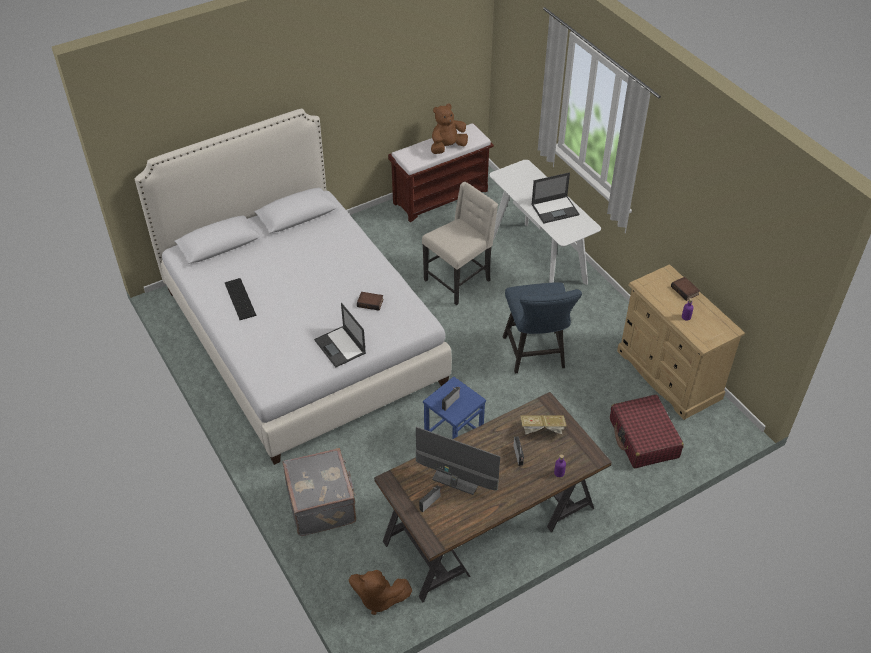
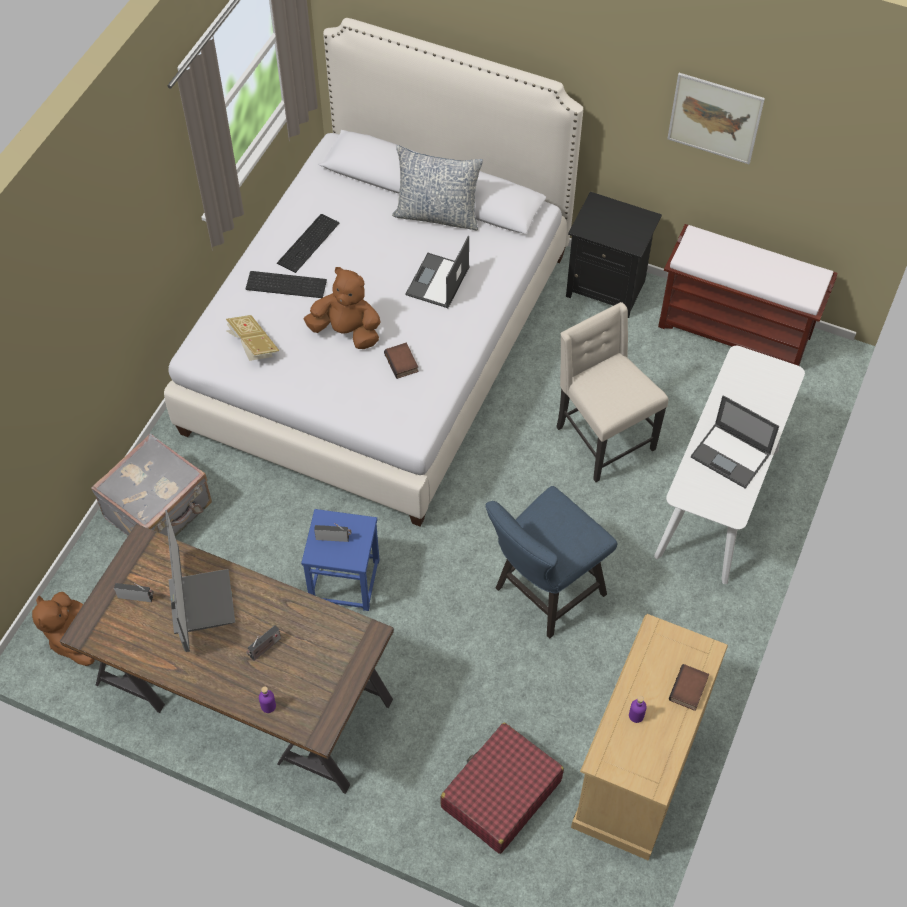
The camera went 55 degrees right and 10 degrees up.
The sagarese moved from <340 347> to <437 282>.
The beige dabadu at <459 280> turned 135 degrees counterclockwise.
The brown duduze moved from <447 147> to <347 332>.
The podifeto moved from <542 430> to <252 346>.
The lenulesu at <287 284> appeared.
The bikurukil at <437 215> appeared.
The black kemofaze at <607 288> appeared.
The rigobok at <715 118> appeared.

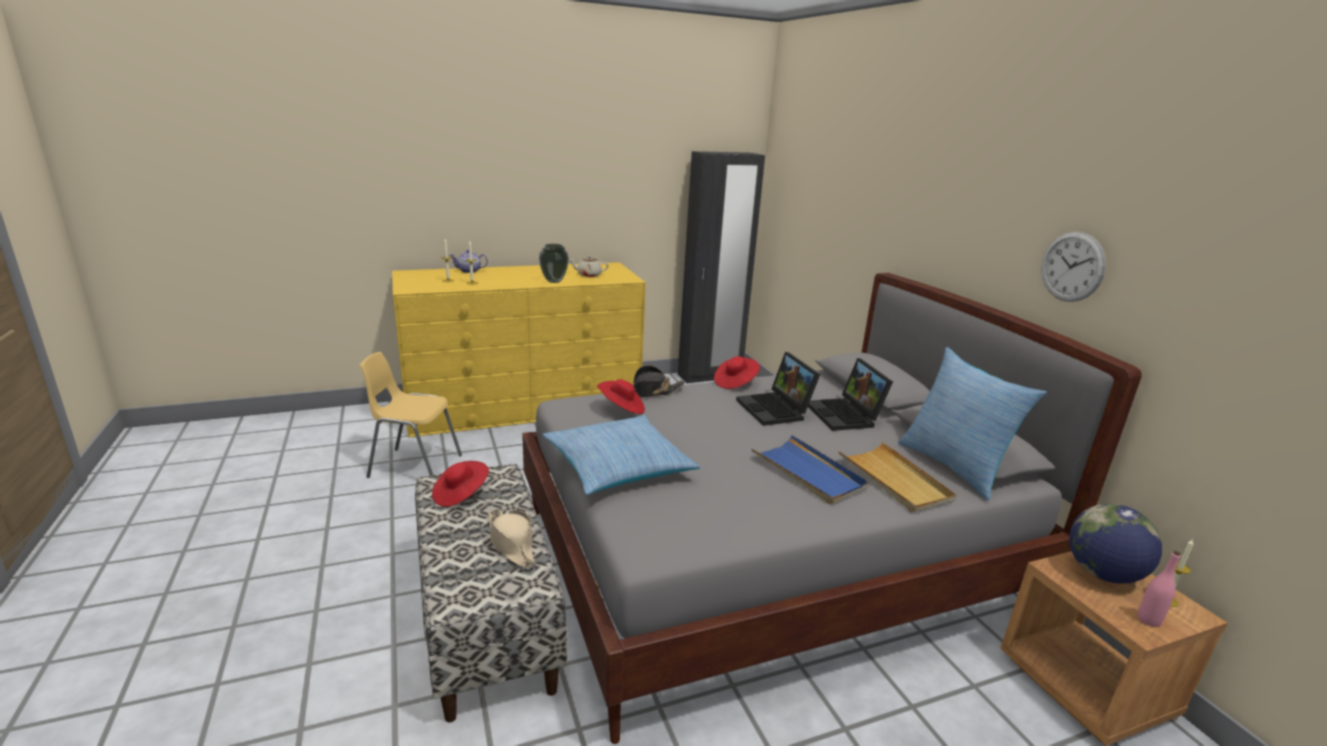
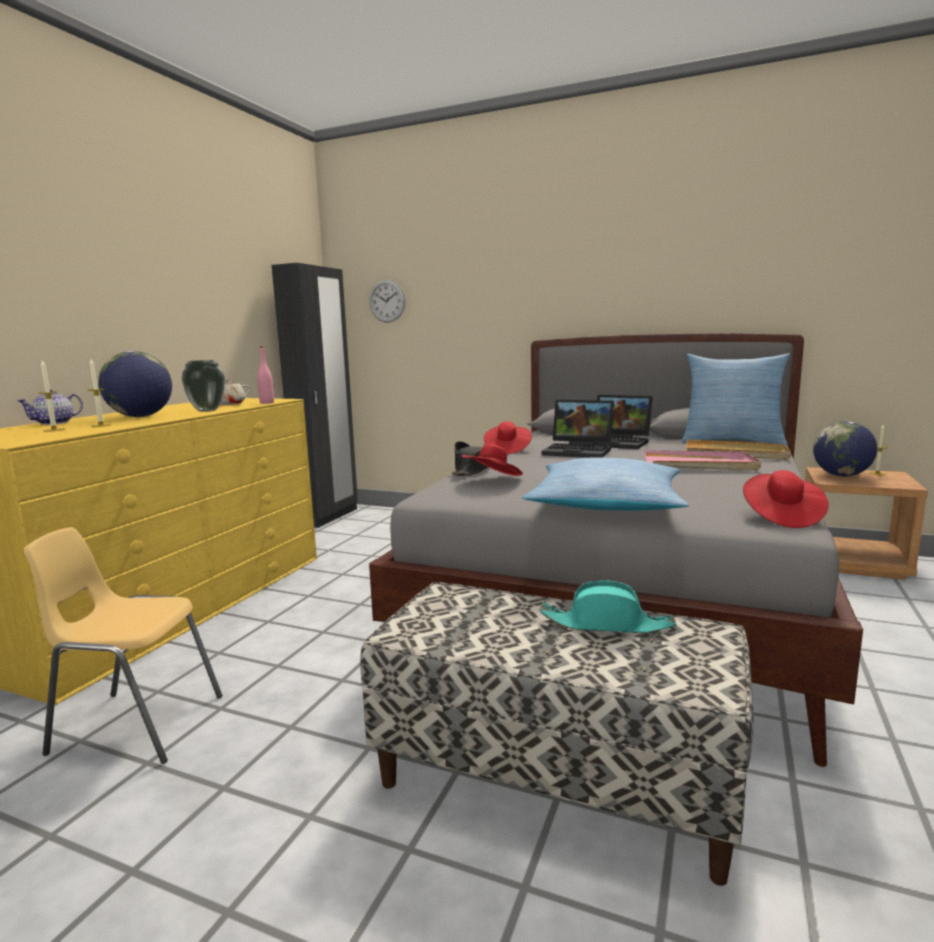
The camera went 45 degrees left and 10 degrees down.
The yellow dabadu at <414 466> turned 45 degrees clockwise.
The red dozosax moved from <460 494> to <781 517>.
The beige dozosax at <511 543> became the turquoise dozosax at <607 624>.
The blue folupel at <808 472> became the pink folupel at <700 465>.
The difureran moved from <1072 267> to <387 301>.
The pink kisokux moved from <1148 620> to <267 403>.
The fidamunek at <140 416> appeared.

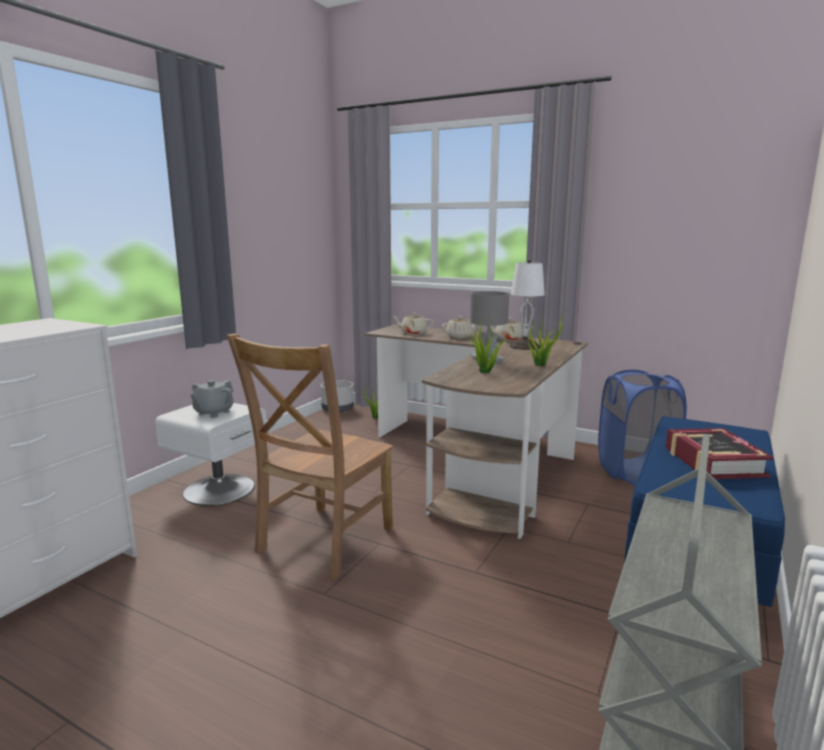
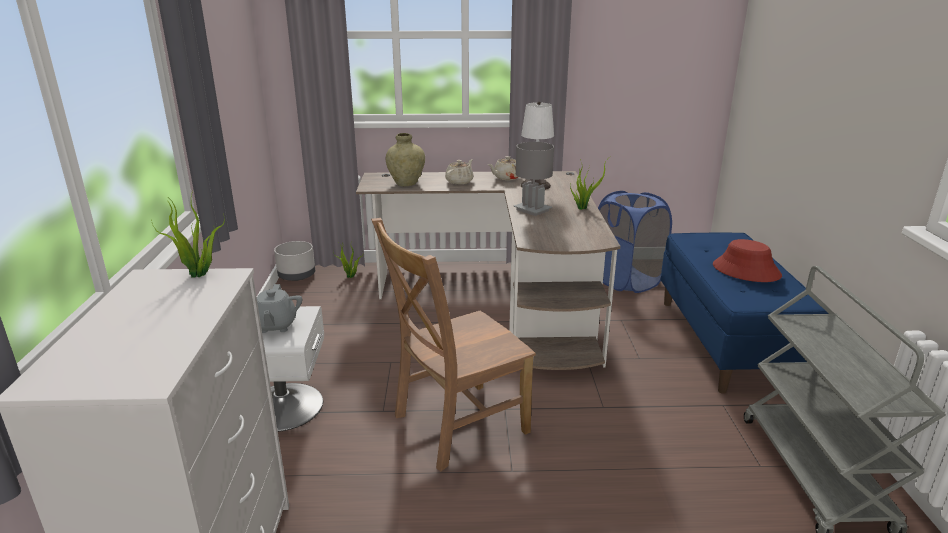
The camera went 30 degrees left and 10 degrees up.
The brown dabadu at <322 542> turned 60 degrees clockwise.
The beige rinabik at <413 333> was replaced by the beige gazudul at <406 183>.
The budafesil moved from <485 372> to <199 275>.
The podifeto at <713 462> was replaced by the red dozosax at <746 271>.

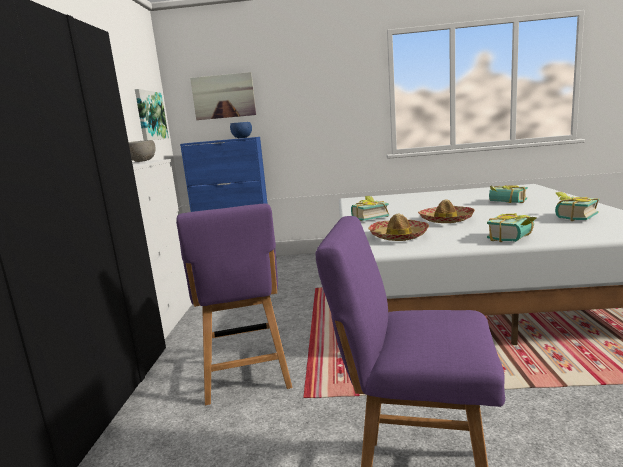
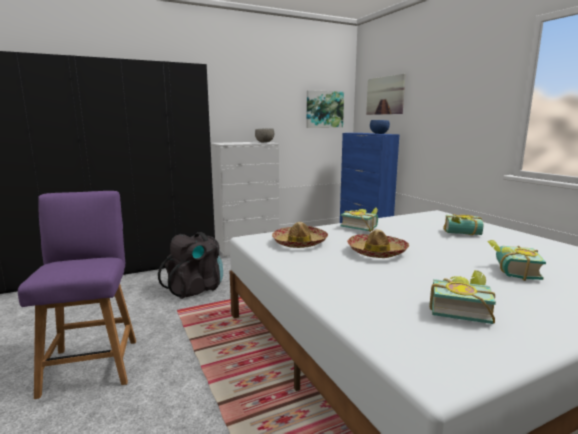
The camera went 60 degrees right and 0 degrees up.
The purple dabadu at <246 377> was replaced by the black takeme at <195 288>.
The podifeto moved from <515 238> to <462 234>.

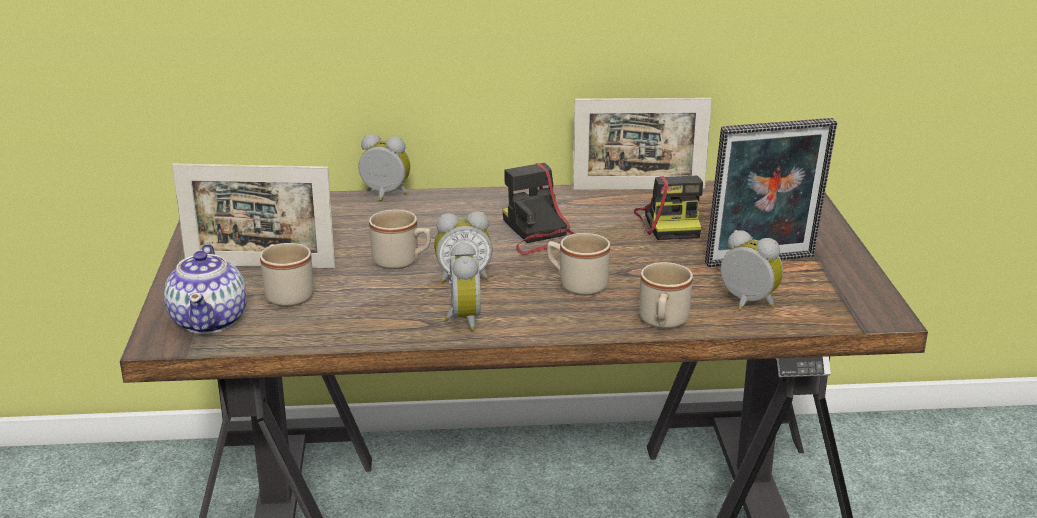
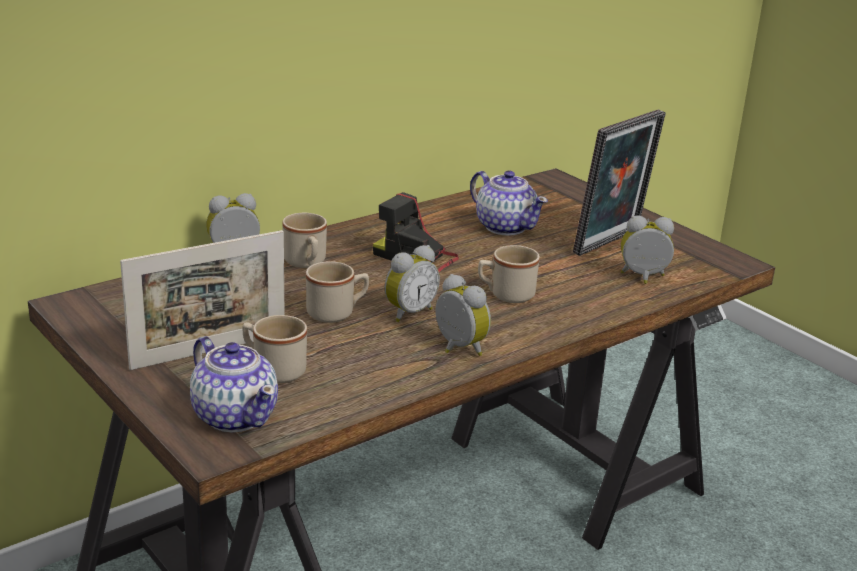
The camera went 35 degrees left and 0 degrees up.
The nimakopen at <638 189> disappeared.
The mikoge at <670 223> was replaced by the rinabik at <505 226>.
The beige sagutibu moved from <662 323> to <306 263>.

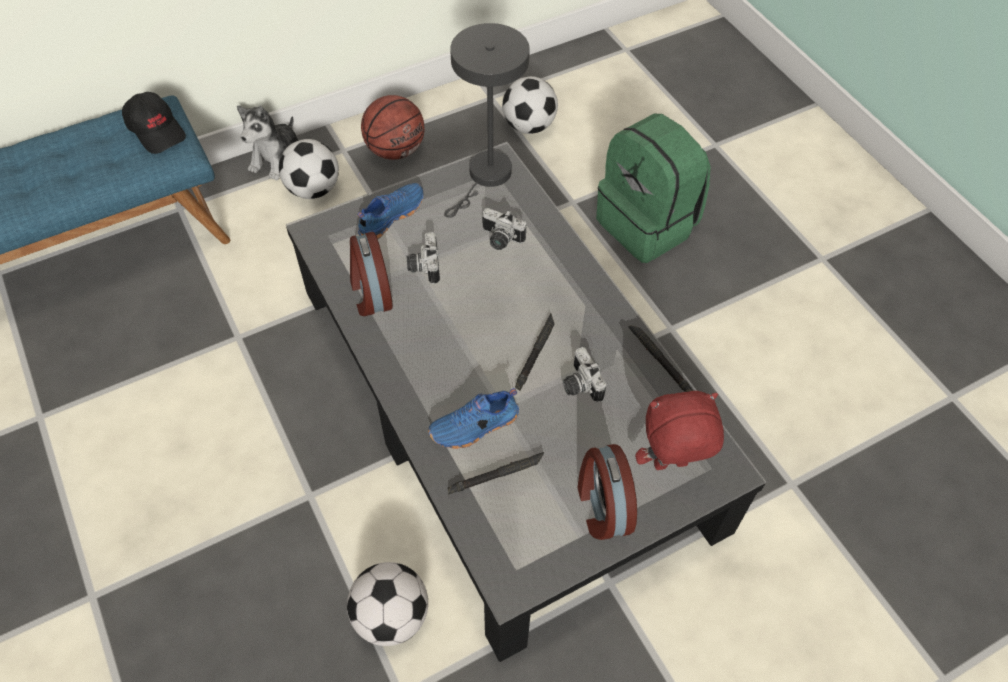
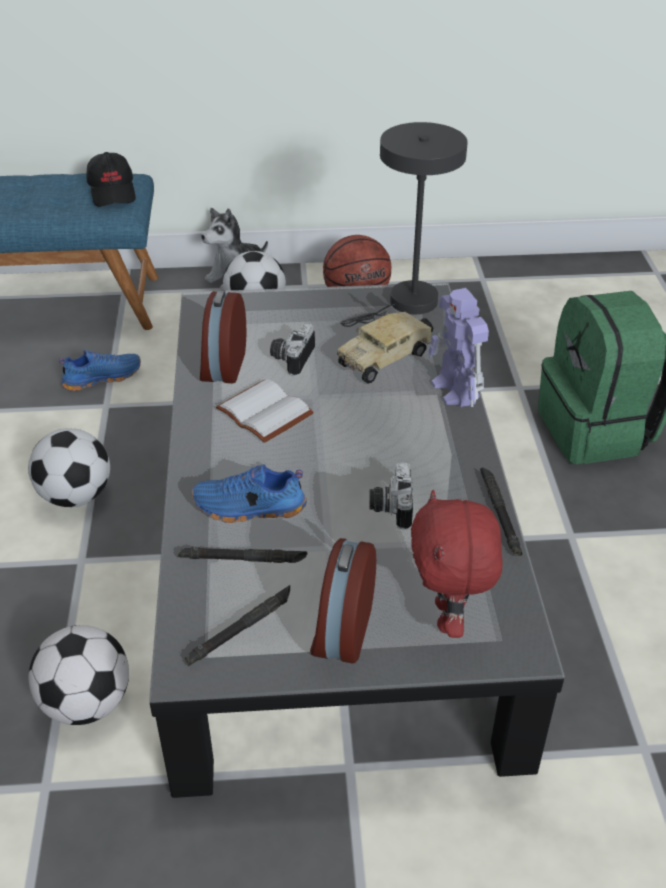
The camera went 25 degrees right and 15 degrees down.
The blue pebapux moved from <390 216> to <102 377>.
The mikoge at <500 240> was replaced by the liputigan at <386 358>.
The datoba moved from <529 126> to <76 496>.
The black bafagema moved from <535 354> to <241 628>.
The red duduze at <670 466> turned 105 degrees counterclockwise.
The white podifeto at <262 413> appeared.
The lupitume at <455 391> appeared.

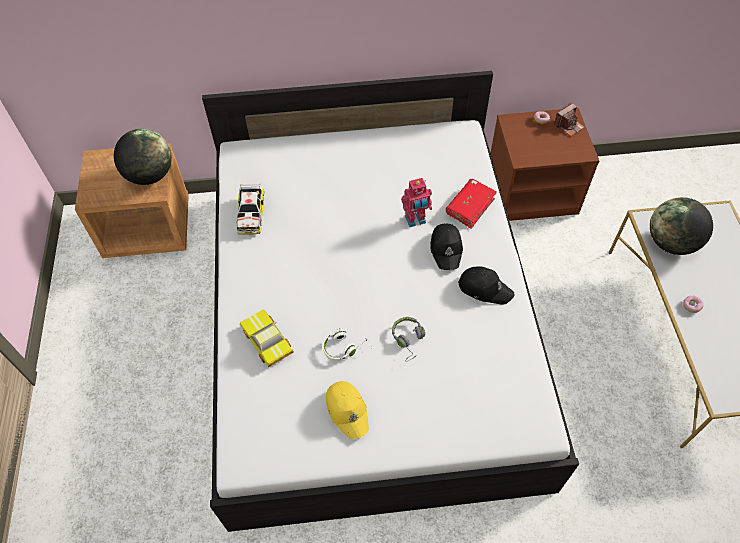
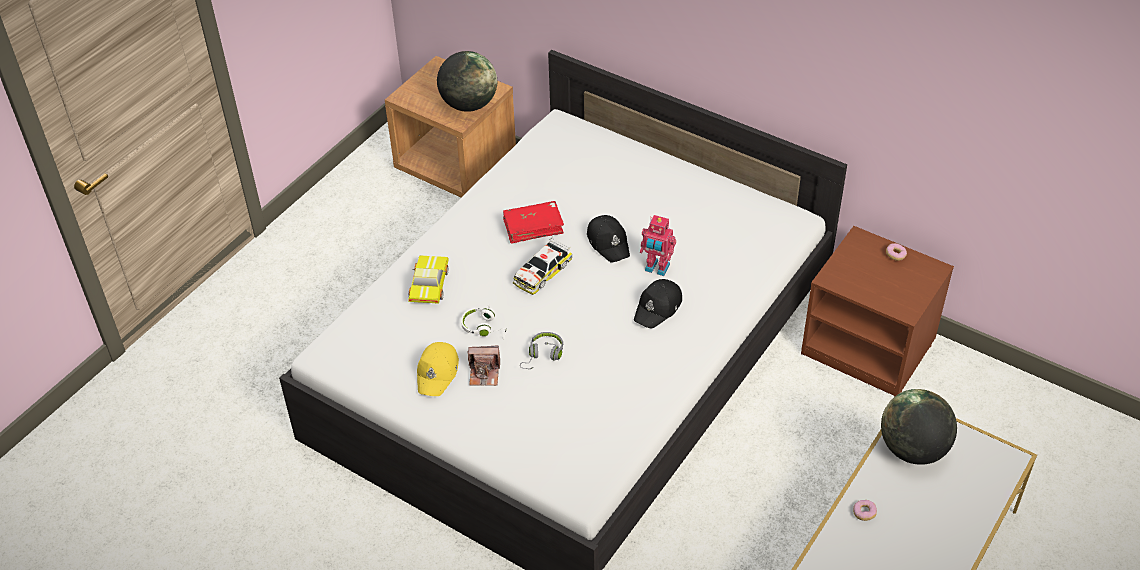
The camera went 40 degrees right and 10 degrees down.
The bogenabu moved from <251 213> to <542 272>.
The red podifeto moved from <470 207> to <533 227>.
The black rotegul moved from <484 288> to <609 242>.
The mikoge moved from <568 126> to <484 373>.

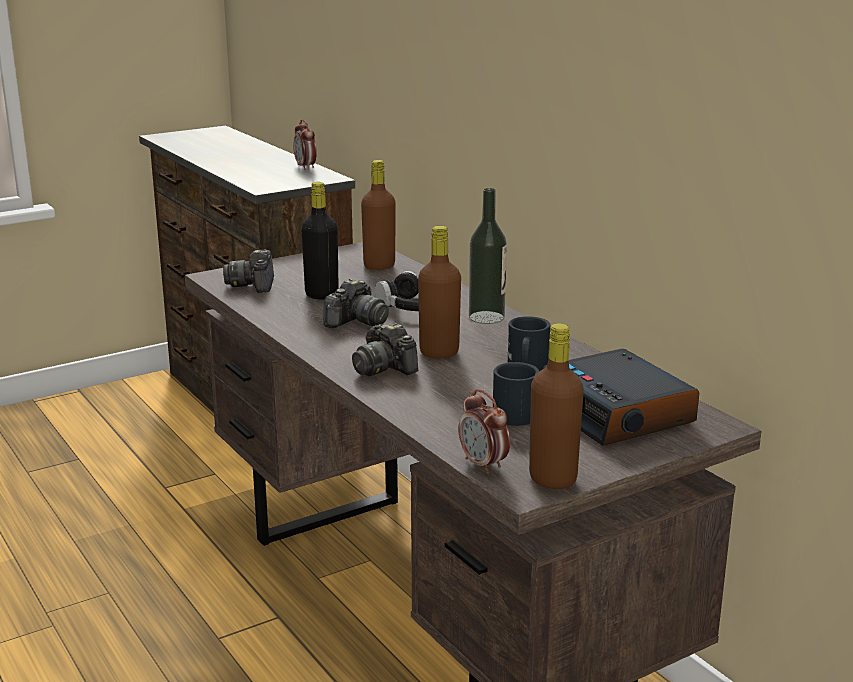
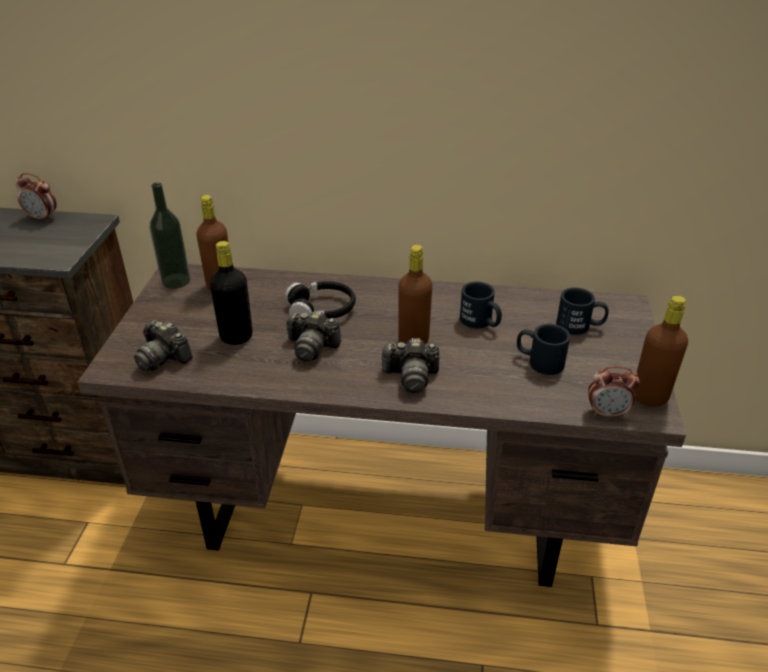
The camera went 50 degrees left and 15 degrees up.
The mikoge at <356 322> turned 120 degrees clockwise.
The kisokux moved from <486 317> to <176 281>.
The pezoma at <617 413> was replaced by the black sagutibu at <580 326>.

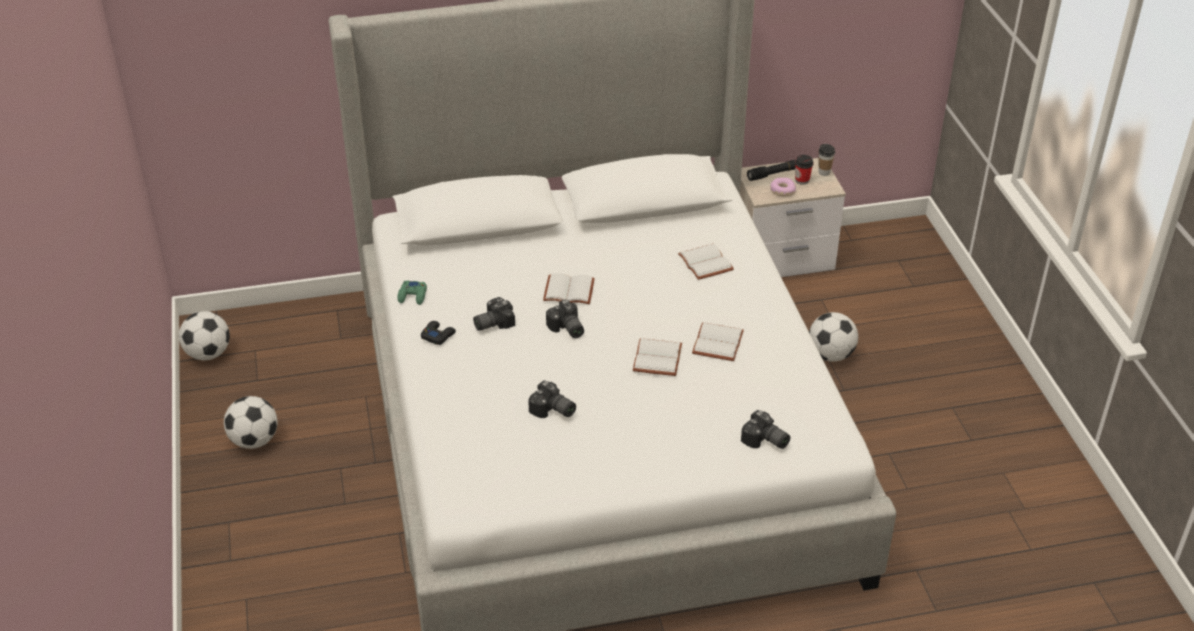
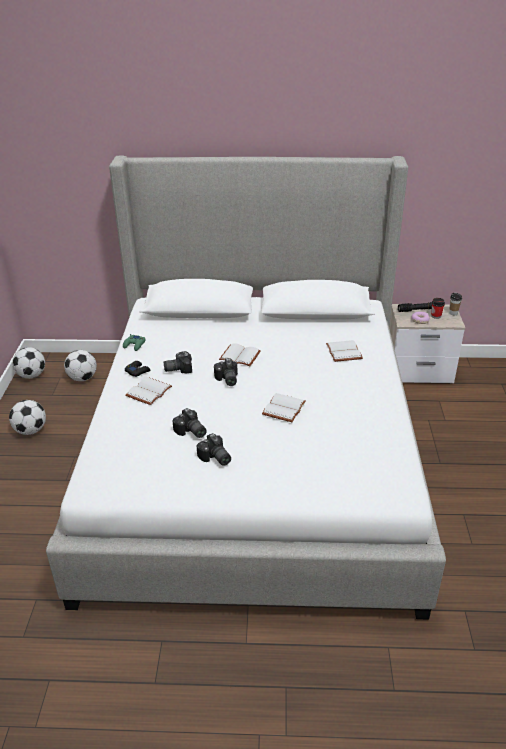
The camera went 15 degrees right and 5 degrees down.
The white podifeto moved from <716 342> to <148 391>.
The mikoge moved from <765 441> to <215 458>.
The datoba moved from <830 355> to <82 378>.

